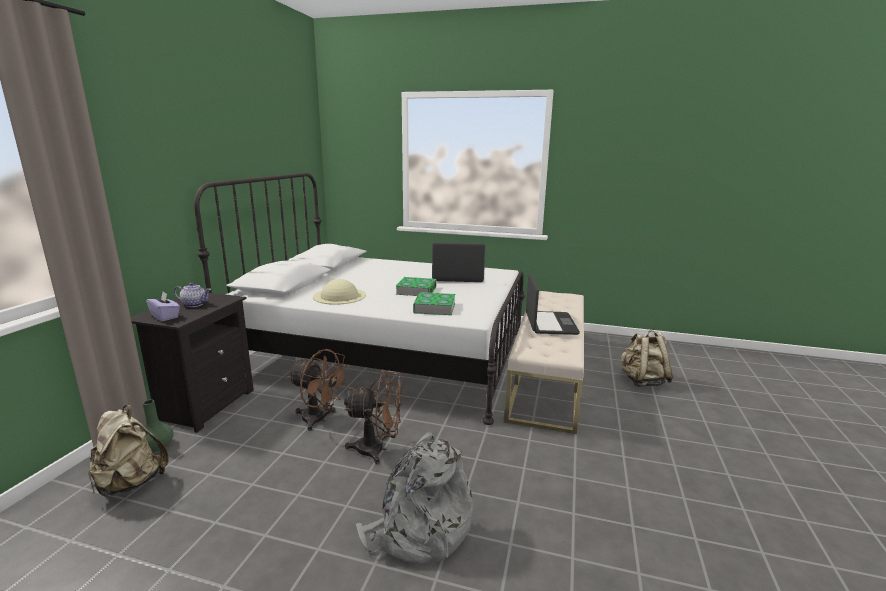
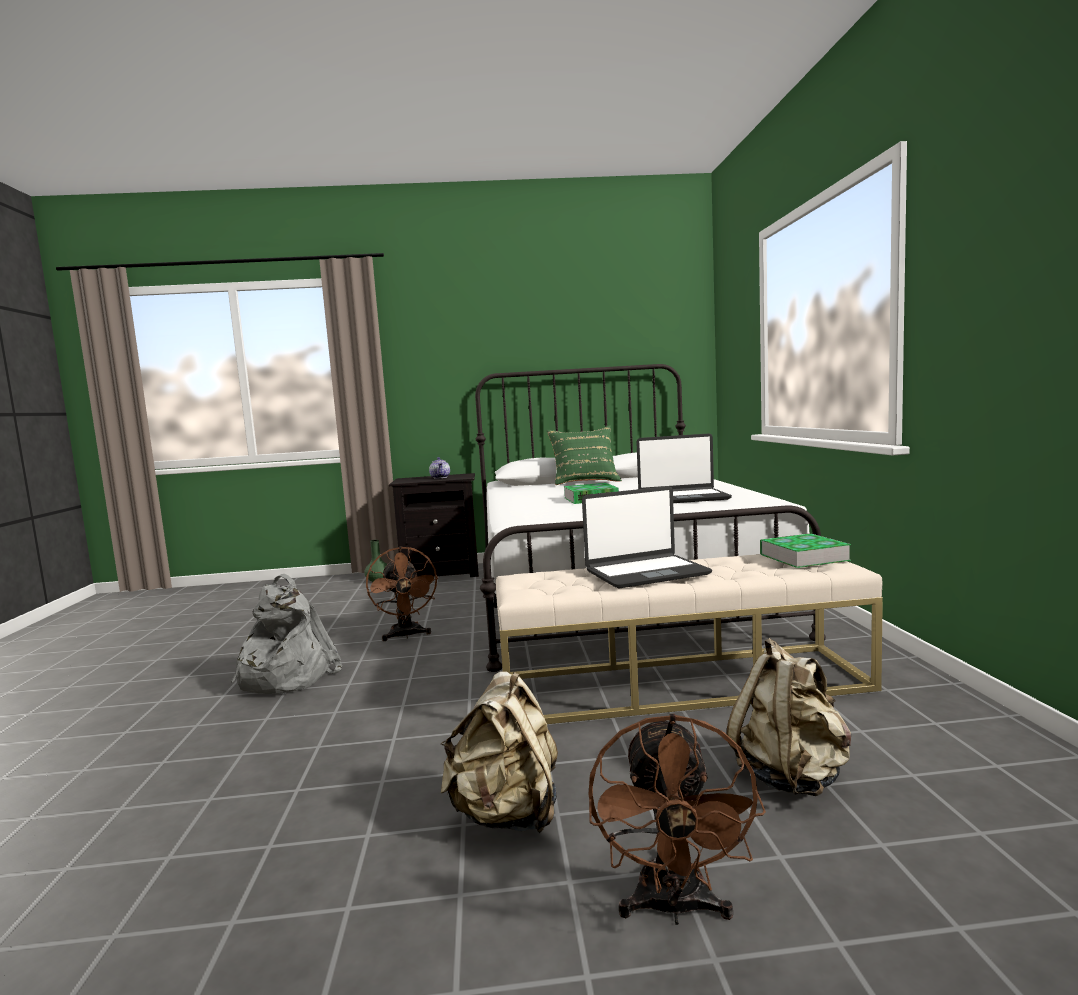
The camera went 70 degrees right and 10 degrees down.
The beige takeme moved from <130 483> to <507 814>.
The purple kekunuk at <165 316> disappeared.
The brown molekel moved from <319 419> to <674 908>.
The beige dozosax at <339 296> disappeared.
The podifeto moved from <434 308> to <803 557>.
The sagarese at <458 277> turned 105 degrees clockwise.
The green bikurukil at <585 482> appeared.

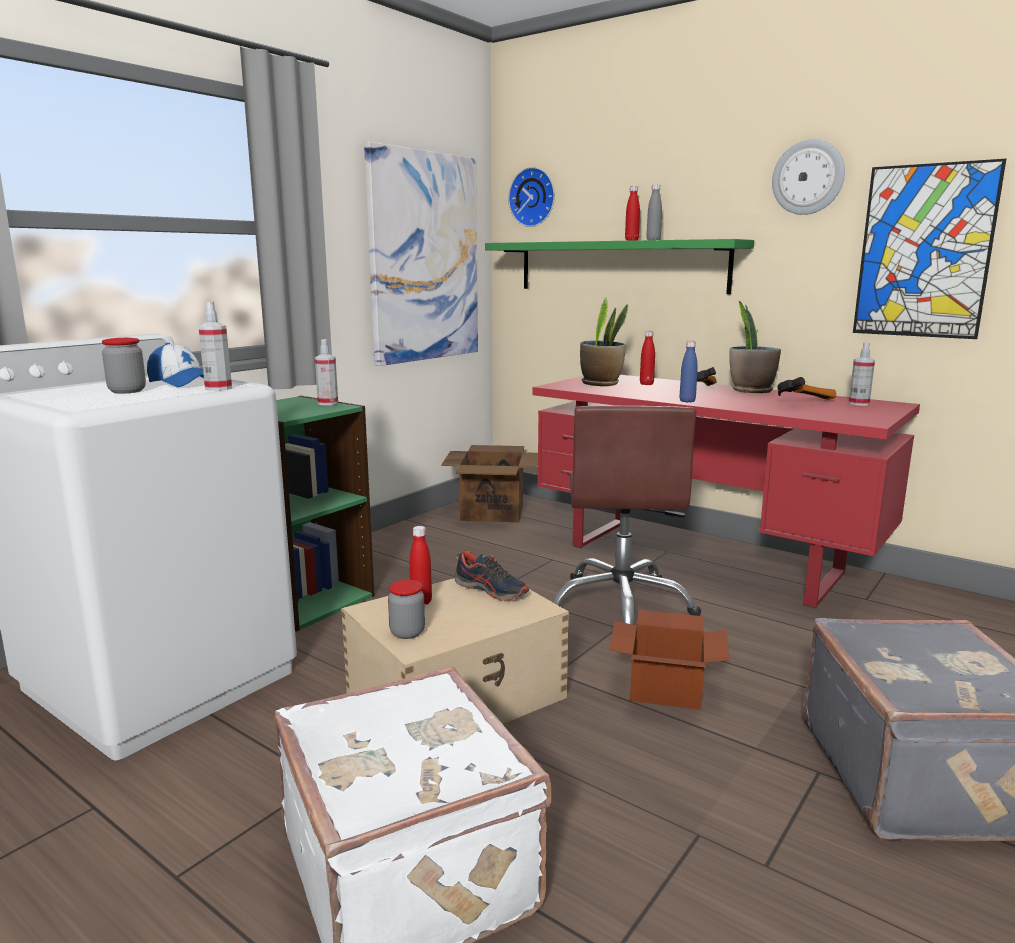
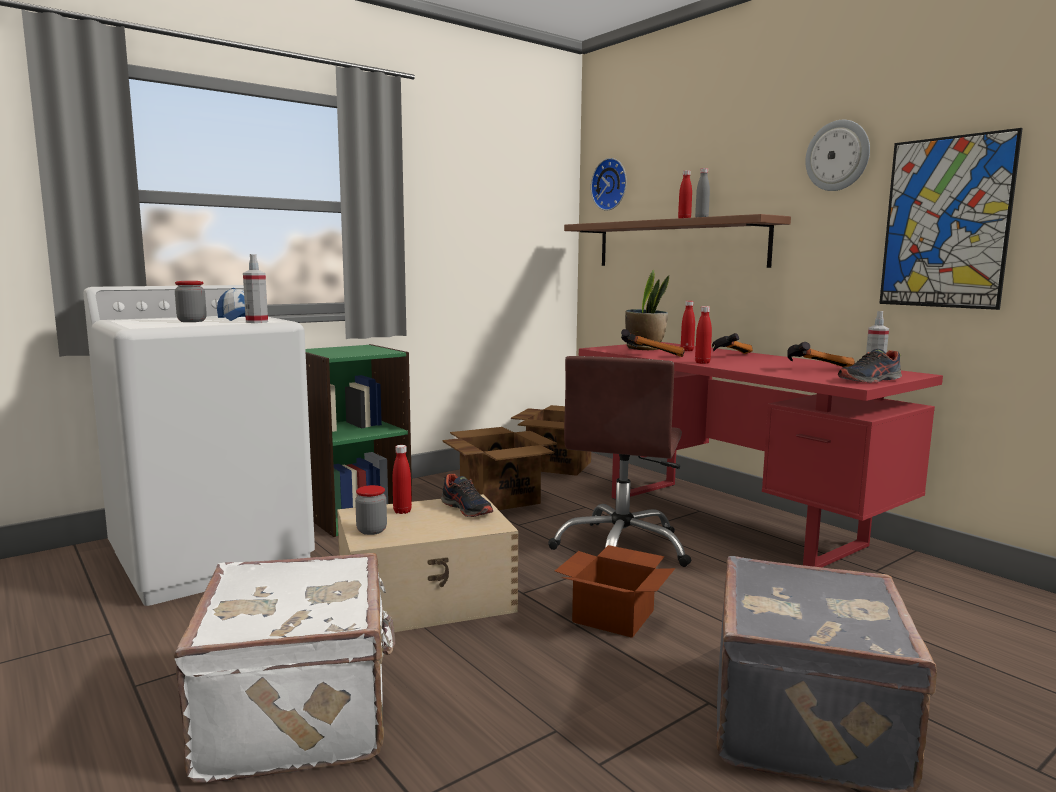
The camera went 15 degrees right and 5 degrees down.
The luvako at <328 403> disappeared.
The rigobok at <424 258> disappeared.
The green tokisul at <619 266> became the brown tokisul at <678 244>.
The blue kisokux at <687 401> became the red kisokux at <702 363>.
The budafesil at <751 391> disappeared.
The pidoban at <499 498> appeared.
The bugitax at <652 355> appeared.
The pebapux at <870 380> appeared.

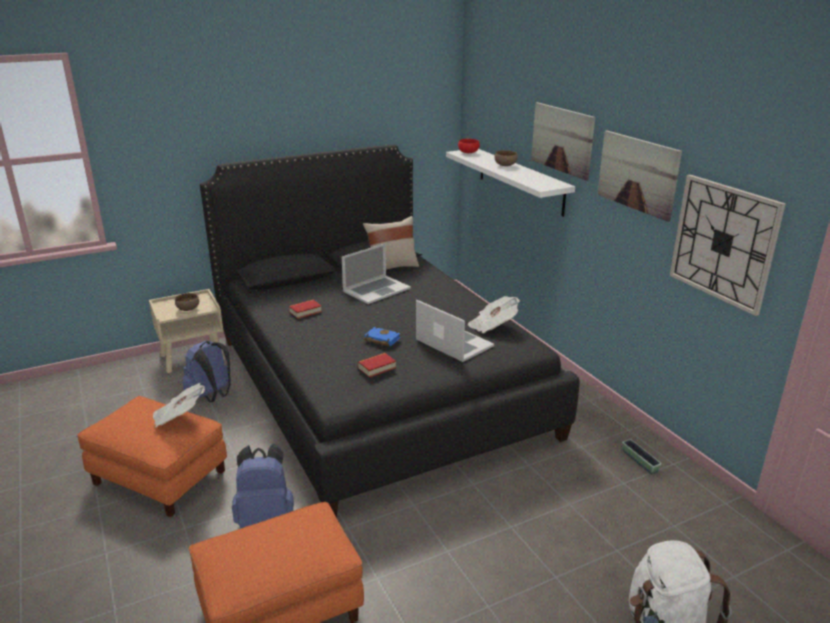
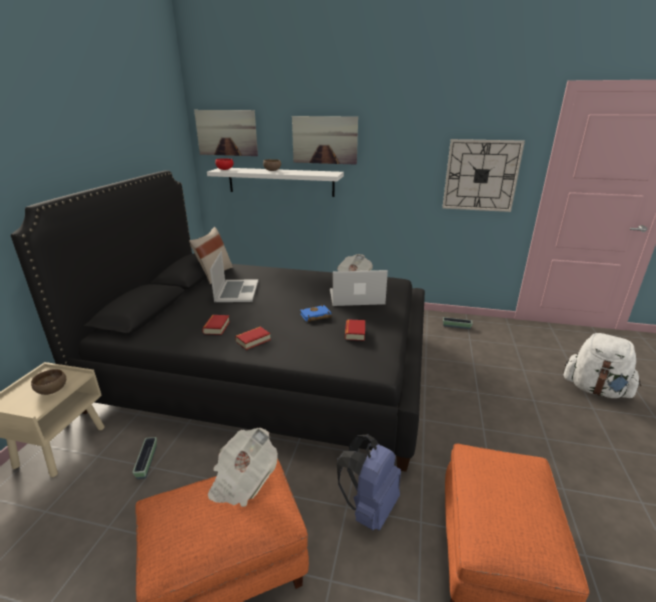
The camera went 50 degrees left and 0 degrees up.
The blue takeme at <211 396> was replaced by the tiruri at <147 462>.
The rigobok moved from <637 174> to <226 133>.
The podifeto at <253 341> appeared.

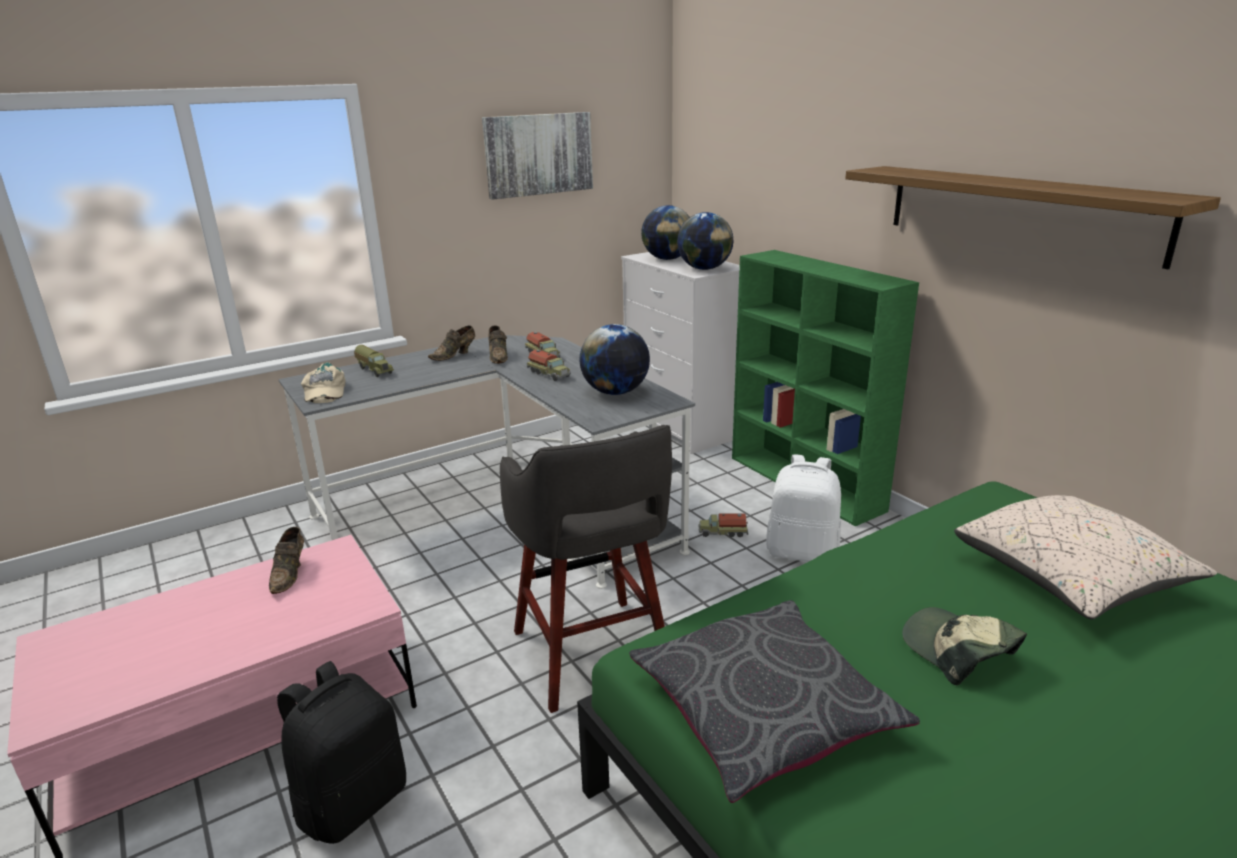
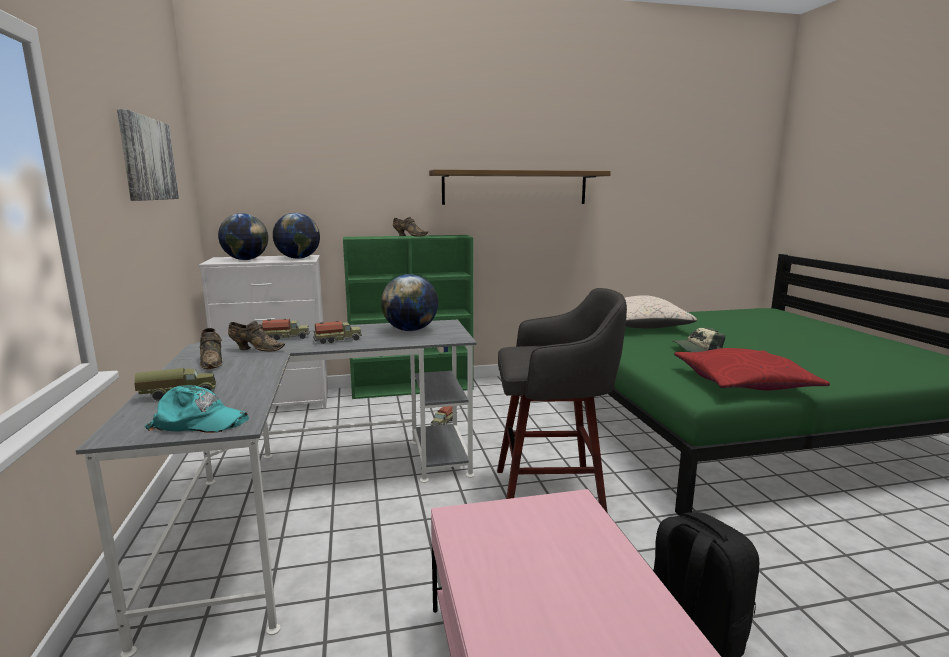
The camera went 70 degrees left and 10 degrees down.
The brown pebapux moved from <290 574> to <409 236>.
The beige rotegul at <324 391> became the turquoise rotegul at <200 421>.
The grey bikurukil at <764 710> became the red bikurukil at <743 382>.
The white takeme at <802 552> disappeared.

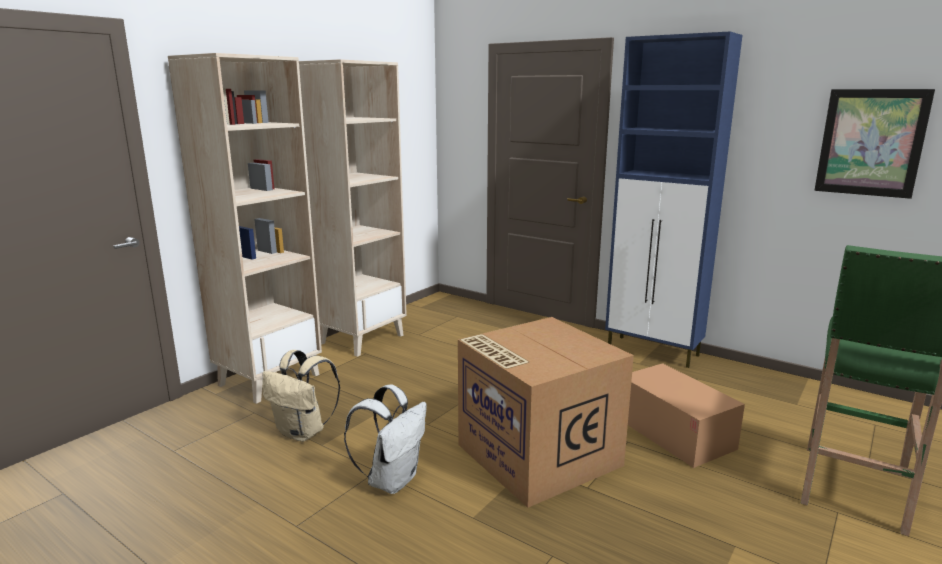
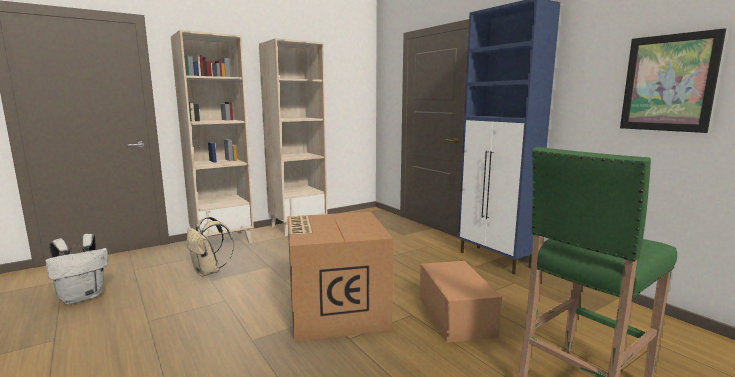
The camera went 20 degrees right and 5 degrees down.
The white takeme moved from <392 479> to <83 297>.

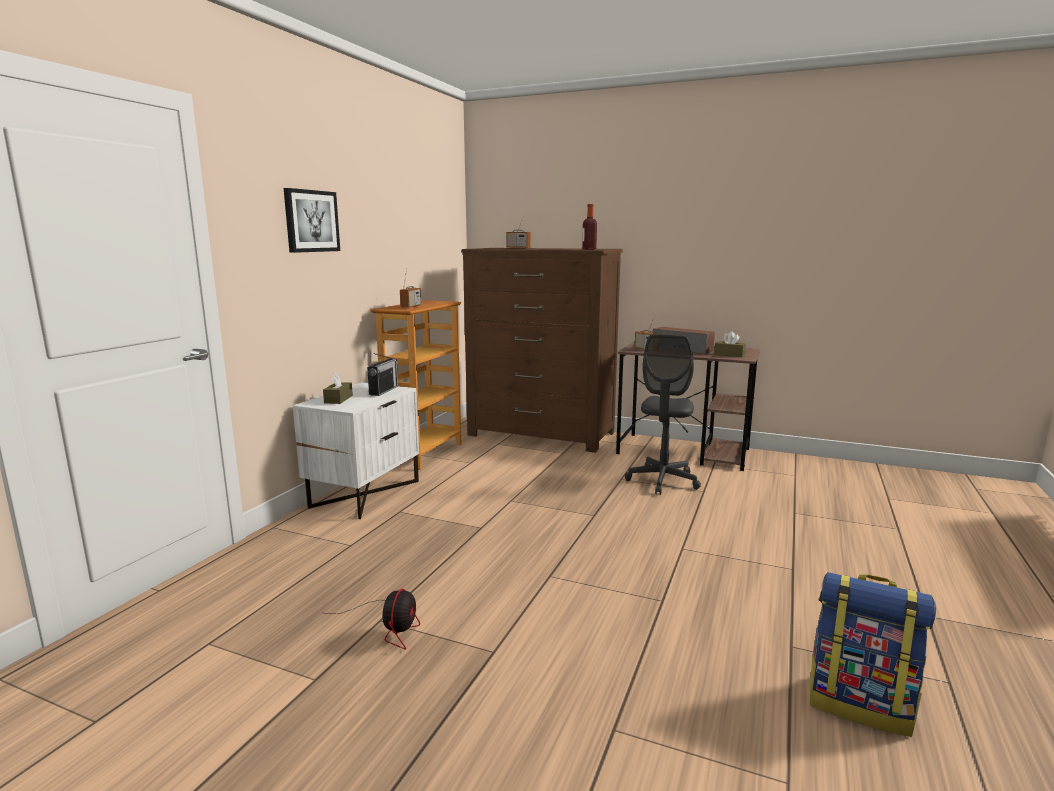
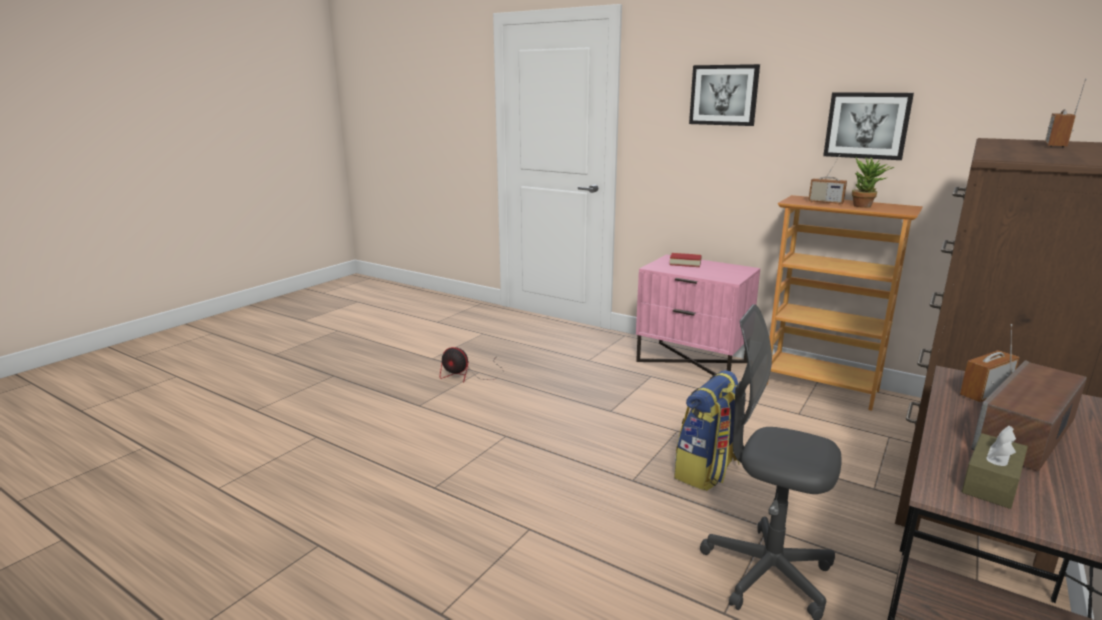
The camera went 100 degrees right and 5 degrees up.
The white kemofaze at <365 493> became the pink kemofaze at <692 361>.
The brown kekunuk at <338 399> was replaced by the podifeto at <685 263>.
The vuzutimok at <384 390> disappeared.
The kisokux at <589 249> disappeared.
The takeme moved from <860 704> to <707 471>.
The rigobok at <867 125> appeared.
The budafesil at <866 206> appeared.

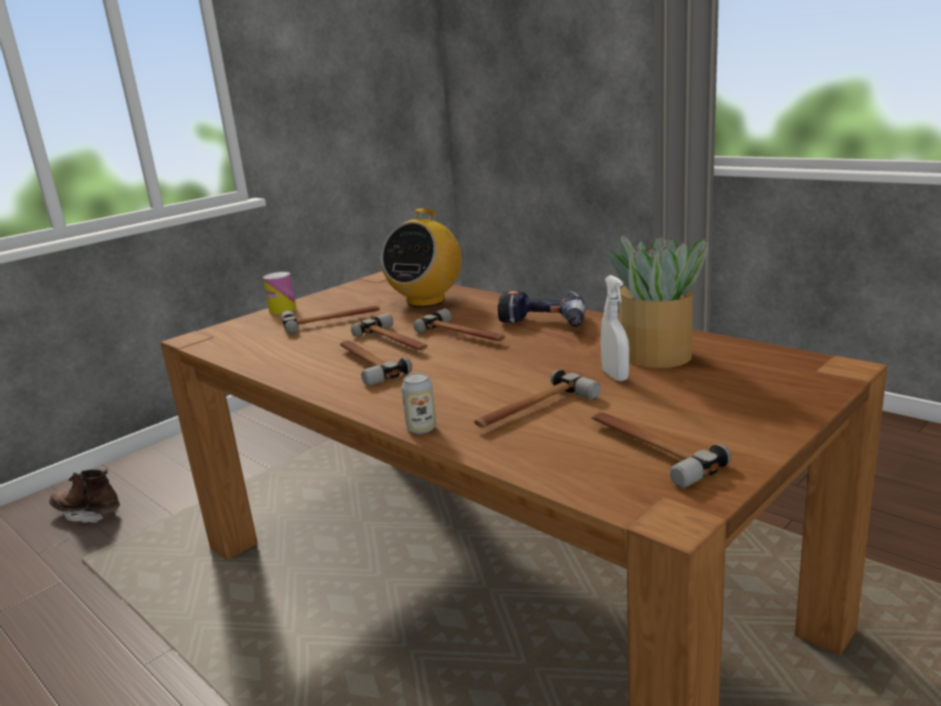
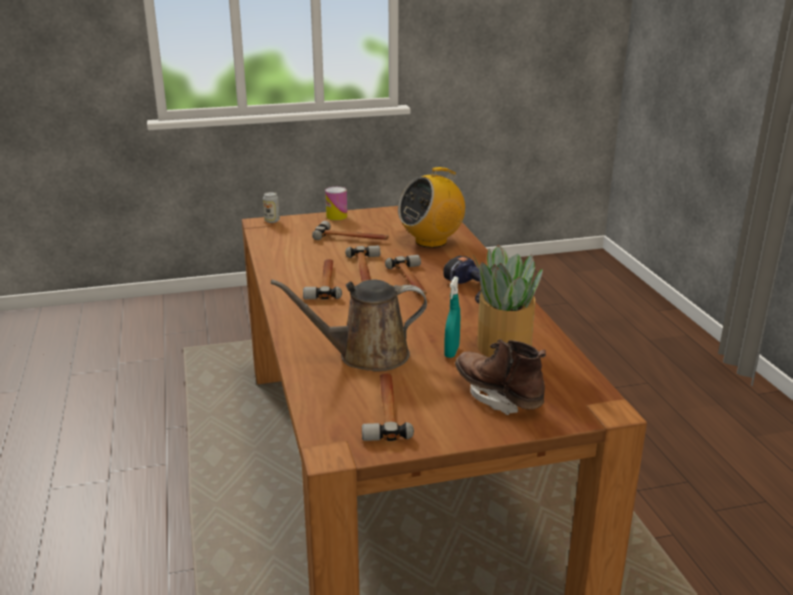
The camera went 30 degrees right and 5 degrees up.
The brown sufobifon moved from <88 513> to <498 396>.
The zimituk moved from <421 428> to <272 221>.
The bugitax at <533 410> was replaced by the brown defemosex at <366 355>.
The white luvako at <615 376> became the turquoise luvako at <451 352>.

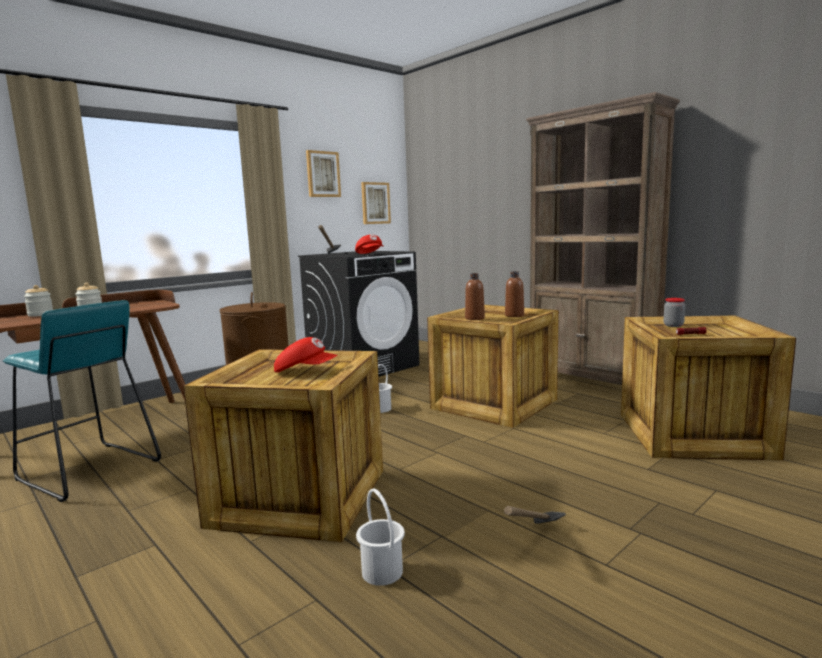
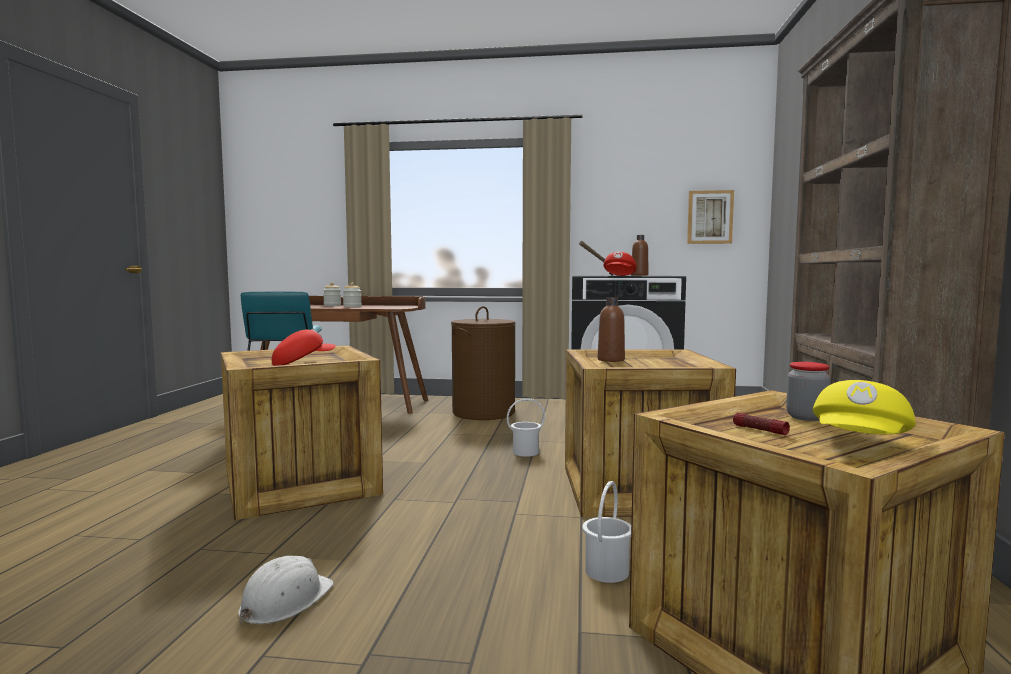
The camera went 50 degrees right and 5 degrees down.
The red rotegul at <306 371> turned 105 degrees counterclockwise.
The rigobok at <323 174> disappeared.
The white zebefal moved from <382 571> to <607 571>.
The bugitax at <533 543> was replaced by the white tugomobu at <285 601>.
The brown kisokux moved from <514 315> to <639 275>.
The yellow rotegul at <861 443> appeared.

